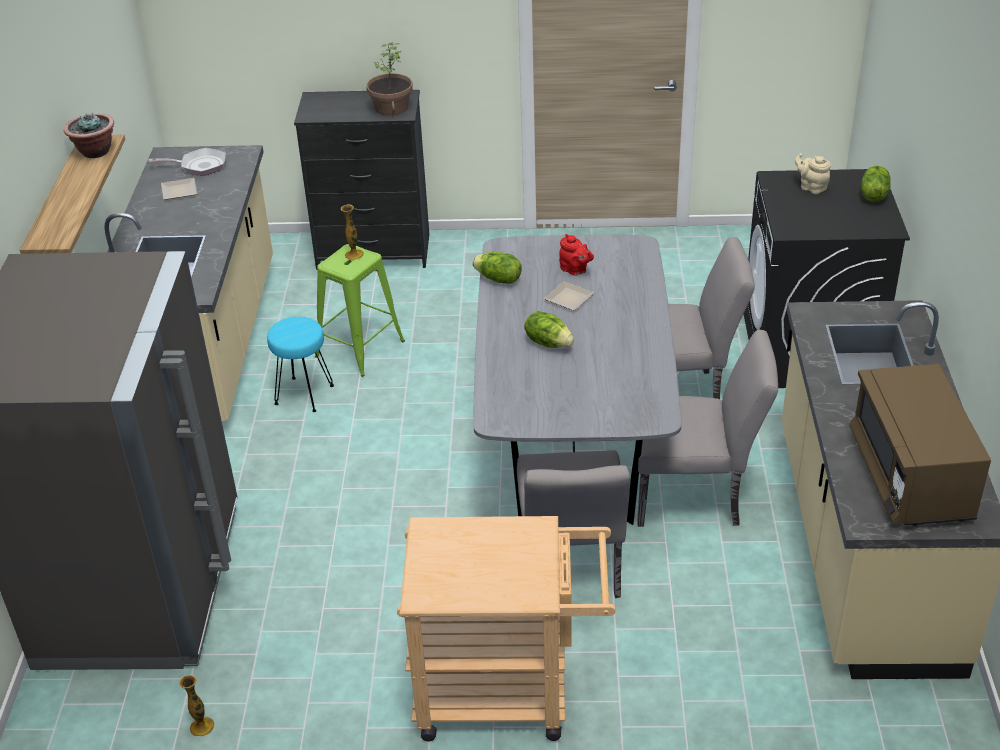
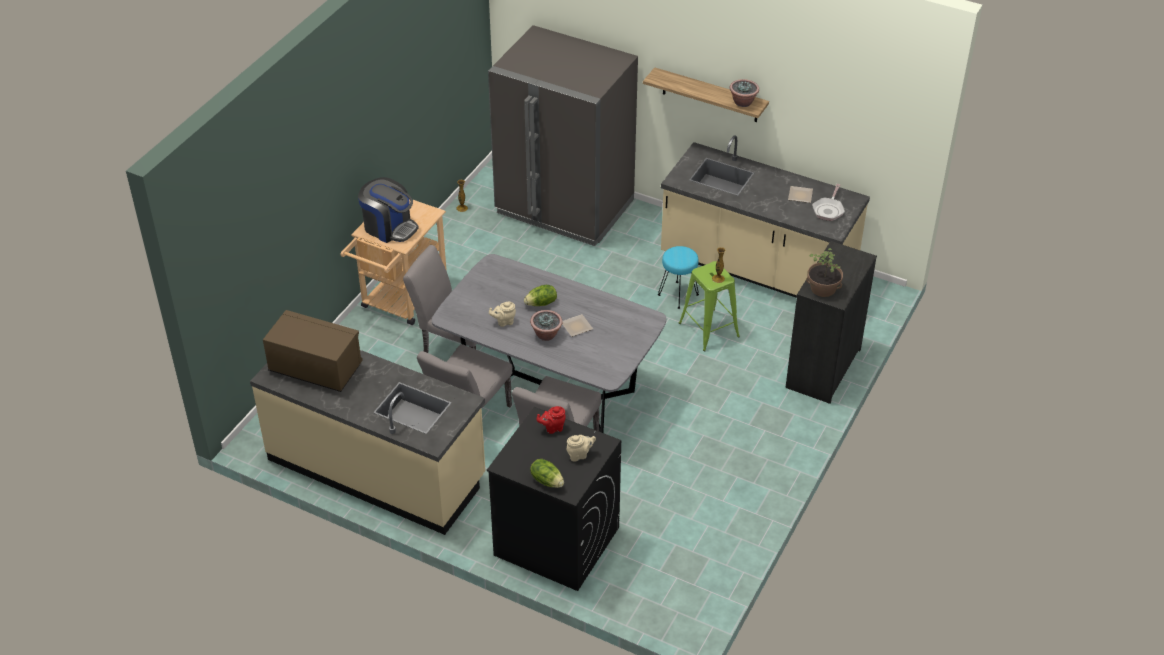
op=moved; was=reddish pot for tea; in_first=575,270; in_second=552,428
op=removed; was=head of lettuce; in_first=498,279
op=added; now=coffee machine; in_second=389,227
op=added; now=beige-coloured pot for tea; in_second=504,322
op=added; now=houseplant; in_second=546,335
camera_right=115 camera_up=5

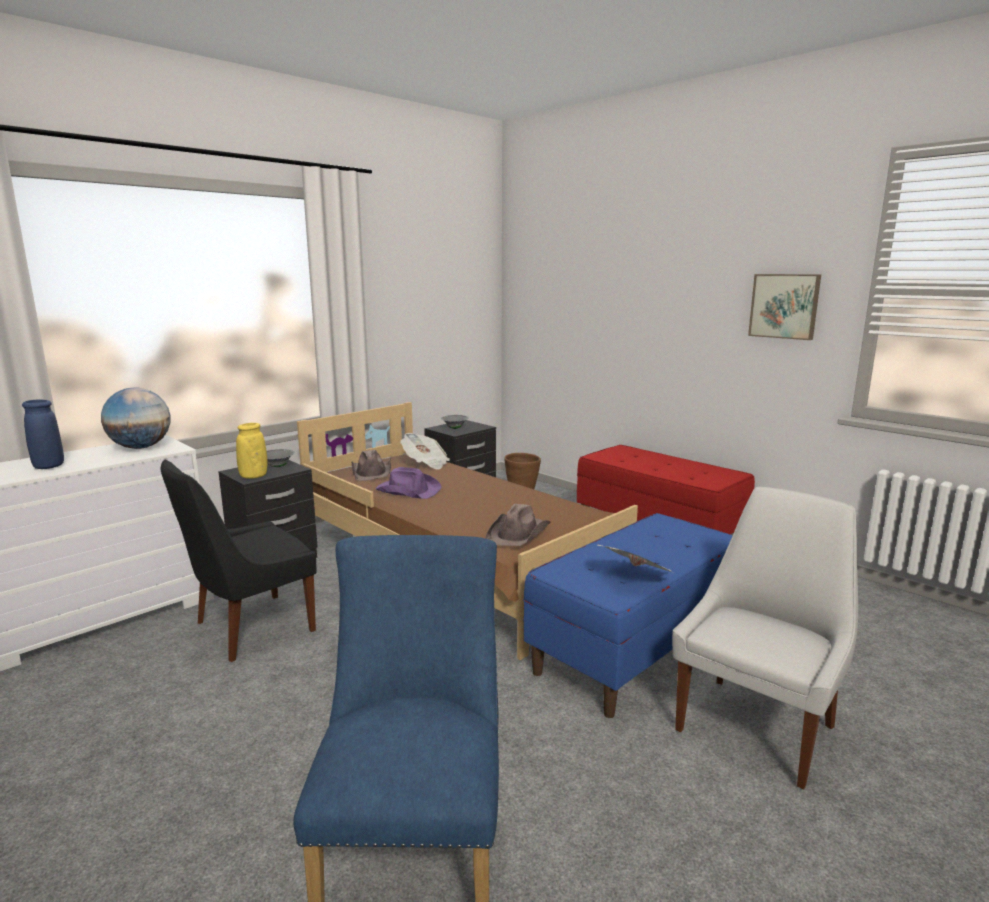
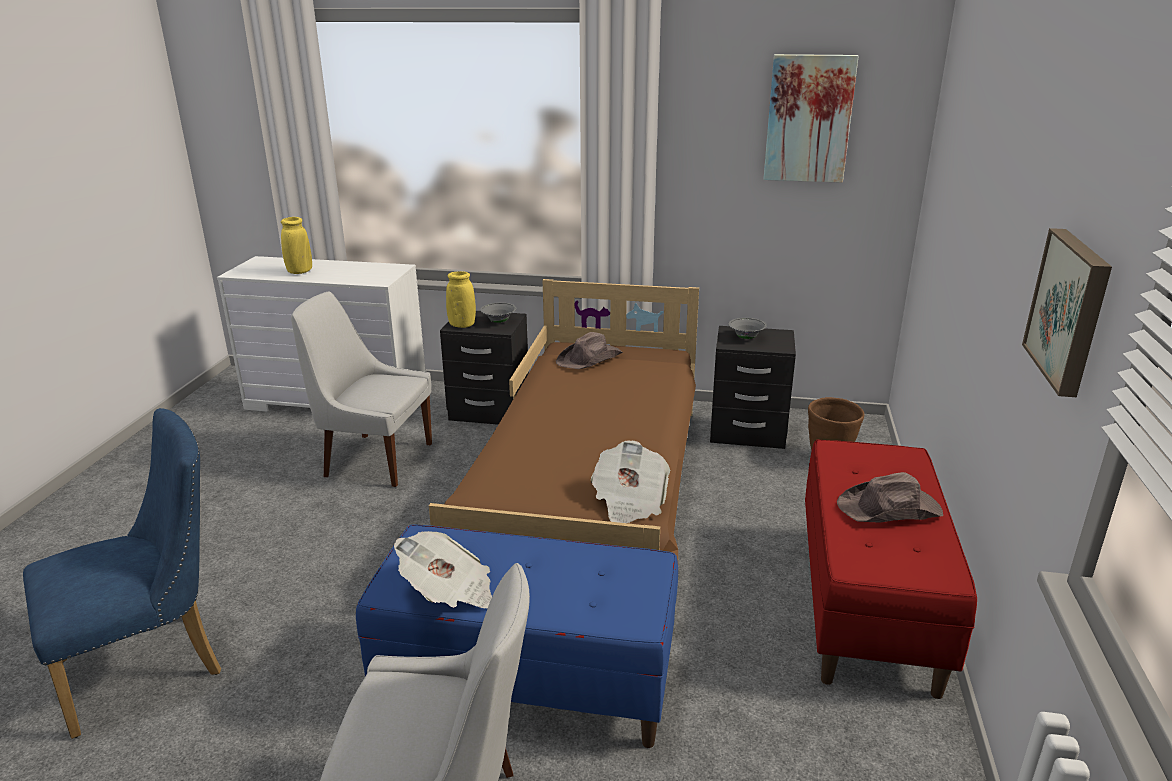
op=removed; was=world globe; in_first=141,447
op=recoloured; was=bluish vase; now=yellow-coloured vase; in_first=49,466; in_second=300,272
op=moved; was=printed paper; in_first=425,463; in_second=629,502
op=recoloured; was=black upright chair; now=white-coloured upright chair; in_first=250,628; in_second=375,459
op=removed; was=purple hat; in_first=408,490
op=moved; was=brown hat; in_first=518,533; in_second=890,509
op=added; now=picture; in_second=808,119
camera_right=55 camera_up=10

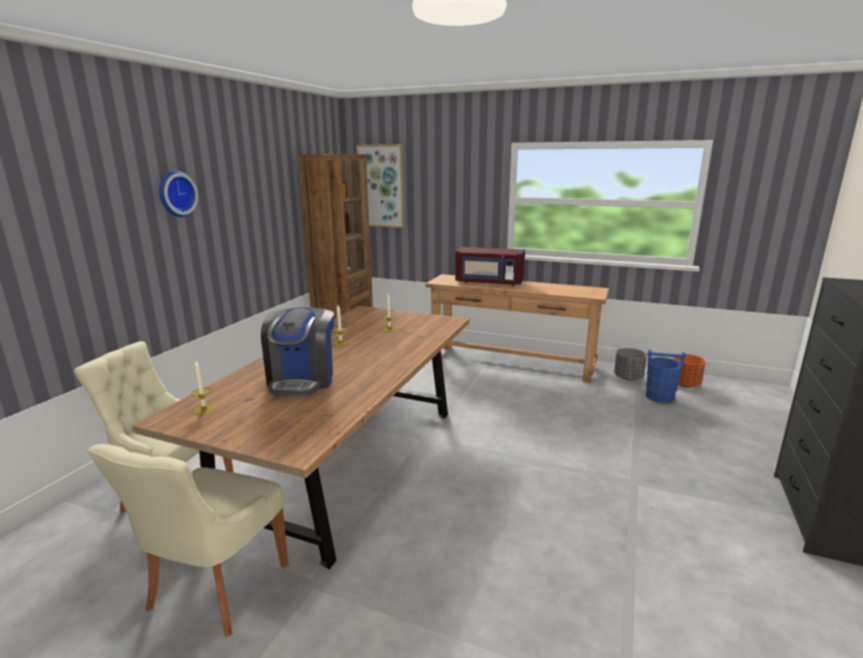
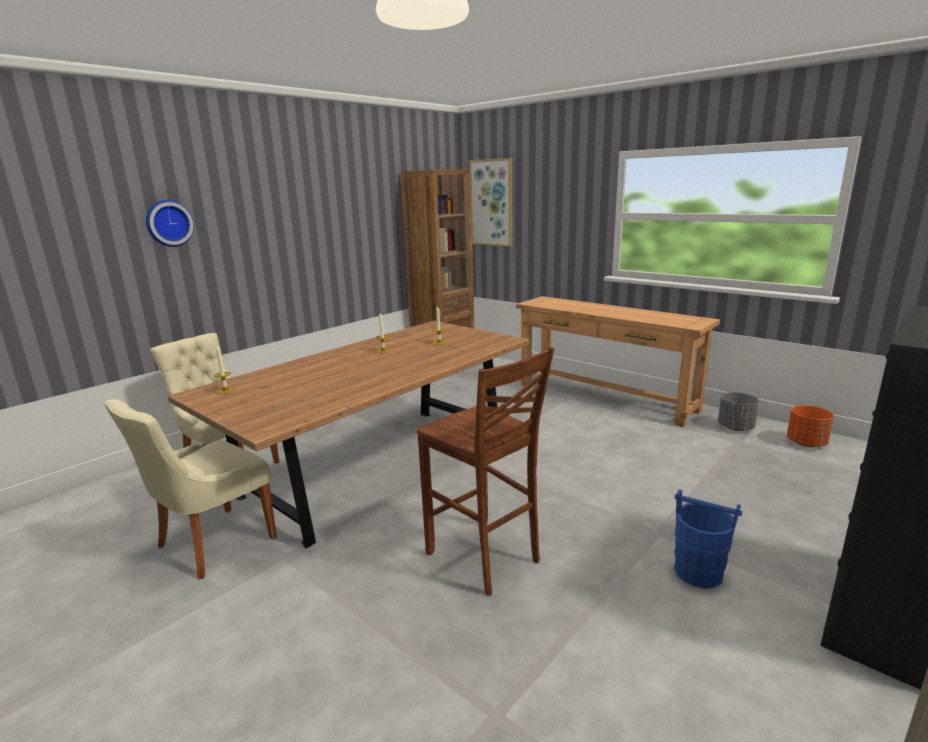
op=moved; was=clock on the wall; in_first=175,193; in_second=168,223
op=removed; was=reddish microwave; in_first=489,283
op=removed; was=coffee machine; in_first=302,380
op=moved; was=bluish pail; in_first=660,397; in_second=699,572
op=added; now=brown sitting stool; in_second=485,558
camera_right=20 camera_up=0

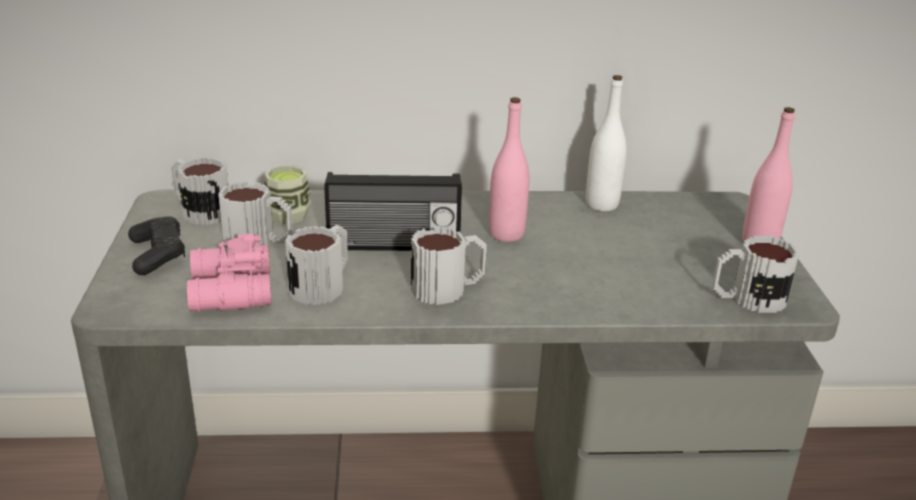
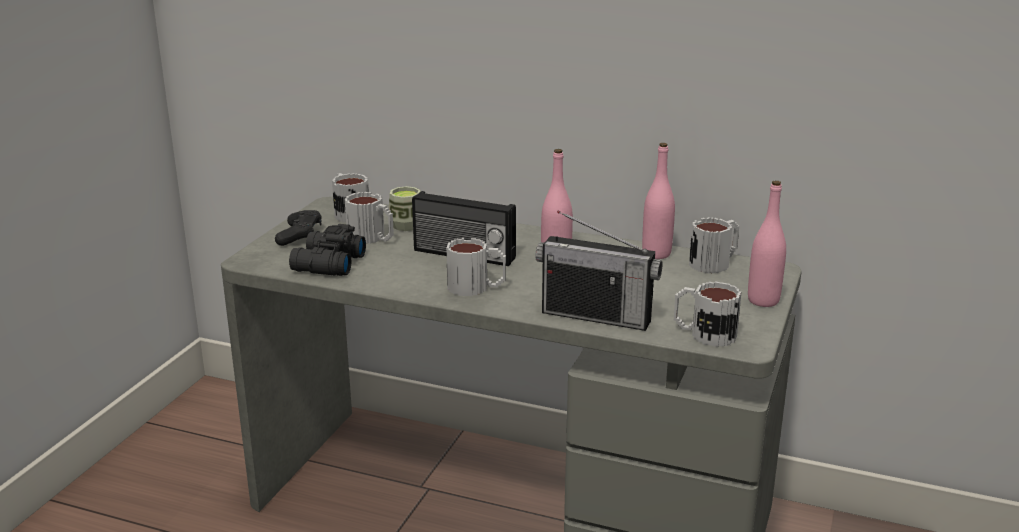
op=recoloured; was=white-coloured drink bottle; now=pink drink bottle; in_first=601,204; in_second=656,254
op=moved; was=coffee mug; in_first=323,285; in_second=715,263
op=recoloured; was=pink binoculars; now=black binoculars; in_first=229,292; in_second=326,264
op=added; now=radio; in_second=596,316
camera_right=25 camera_up=-5

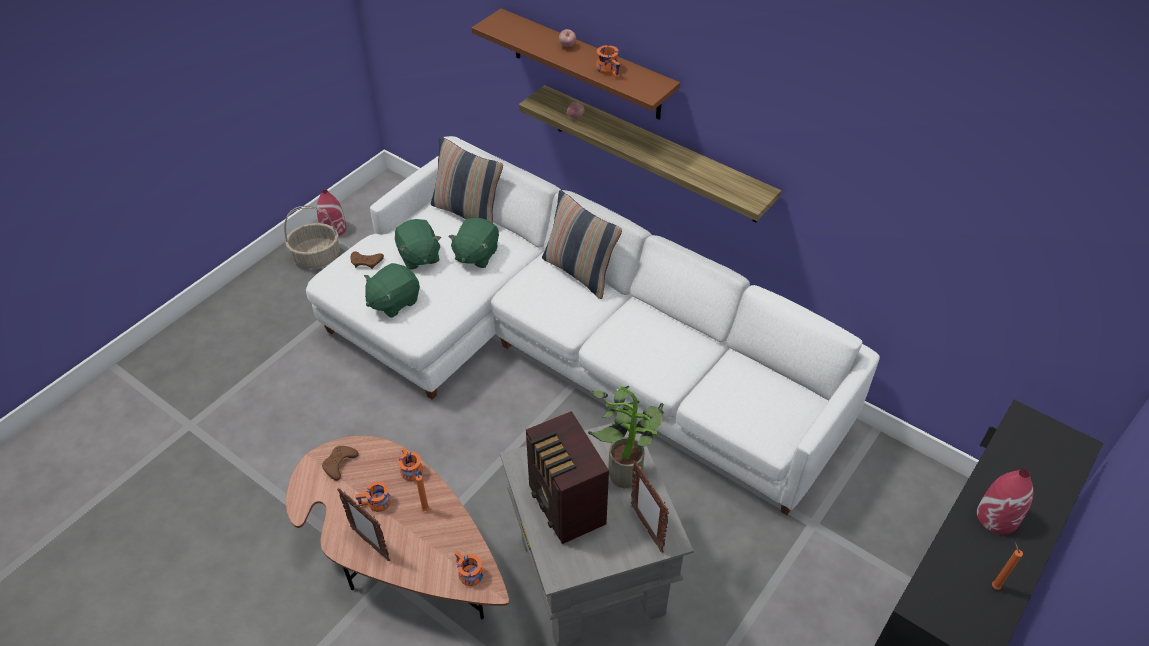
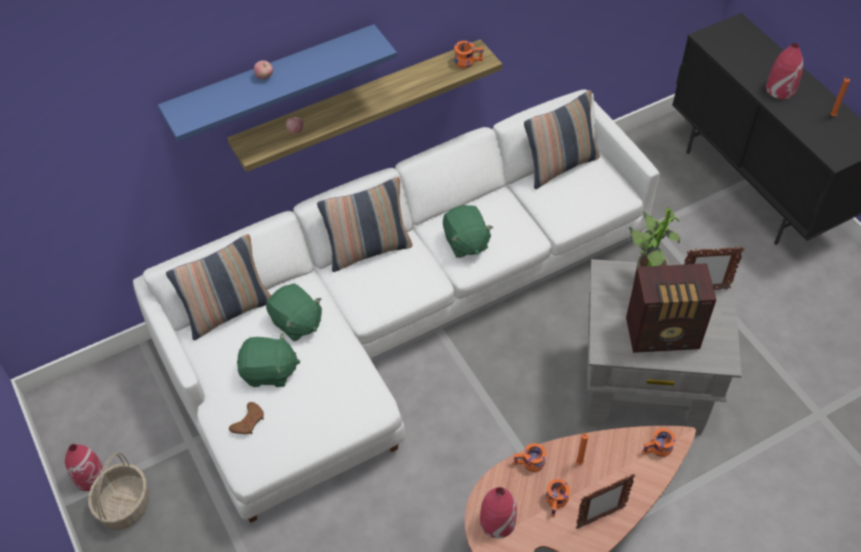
op=recoloured; was=brown shelf; now=bluish shelf; in_first=586,65; in_second=272,82
op=moved; was=orange coffee mug; in_first=610,70; in_second=467,60
op=moved; was=green cuddly toy; in_first=393,301; in_second=465,242
op=replaced; was=brown gamepad; now=reddish vase; in_first=339,464; in_second=497,521
op=added; now=pillow; in_second=560,166
camera_right=-65 camera_up=5

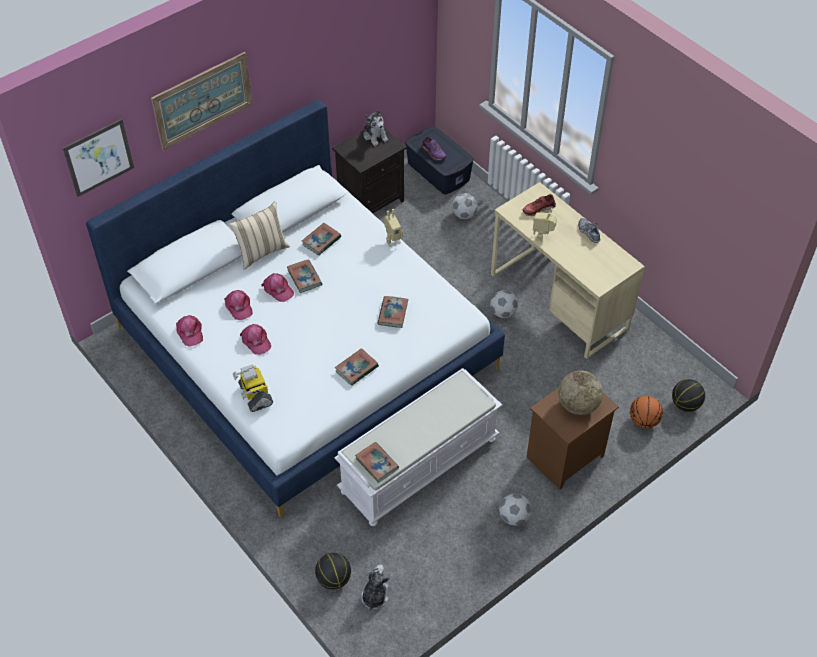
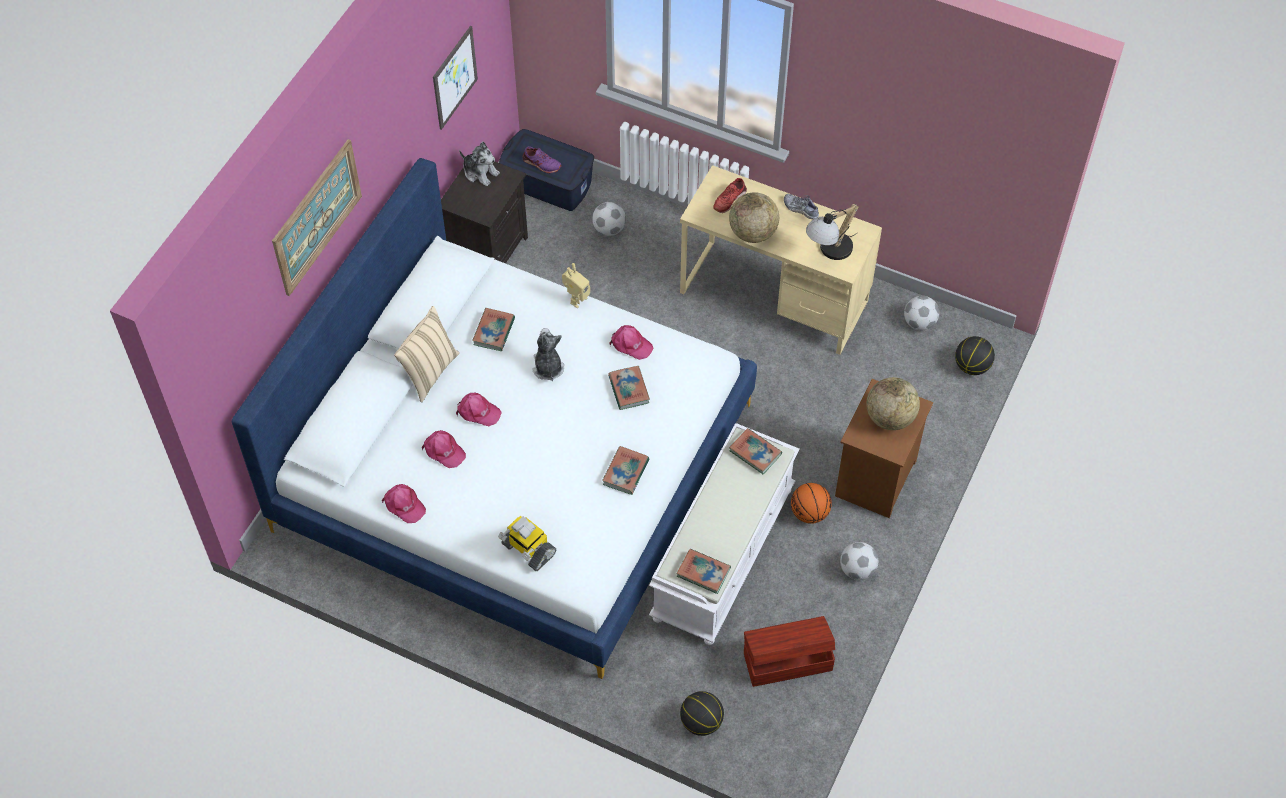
op=moved; was=picture; in_first=99,157; in_second=454,77
op=replaced; was=robot figure; now=world globe; in_first=543,237; in_second=753,233
op=moved; was=book; in_first=304,277; in_second=755,453
op=moved; was=football; in_first=503,313; in_second=919,323
op=moved; was=pink peaked cap; in_first=256,341; in_second=631,344
op=moved; was=ball for basketball; in_first=643,421; in_second=809,513
op=moved; was=cuddly toy; in_first=374,596; in_second=548,367
op=added; now=lamp for a table; in_second=829,252
op=added; now=brown storage bin; in_second=786,660
camera_right=-25 camera_up=5

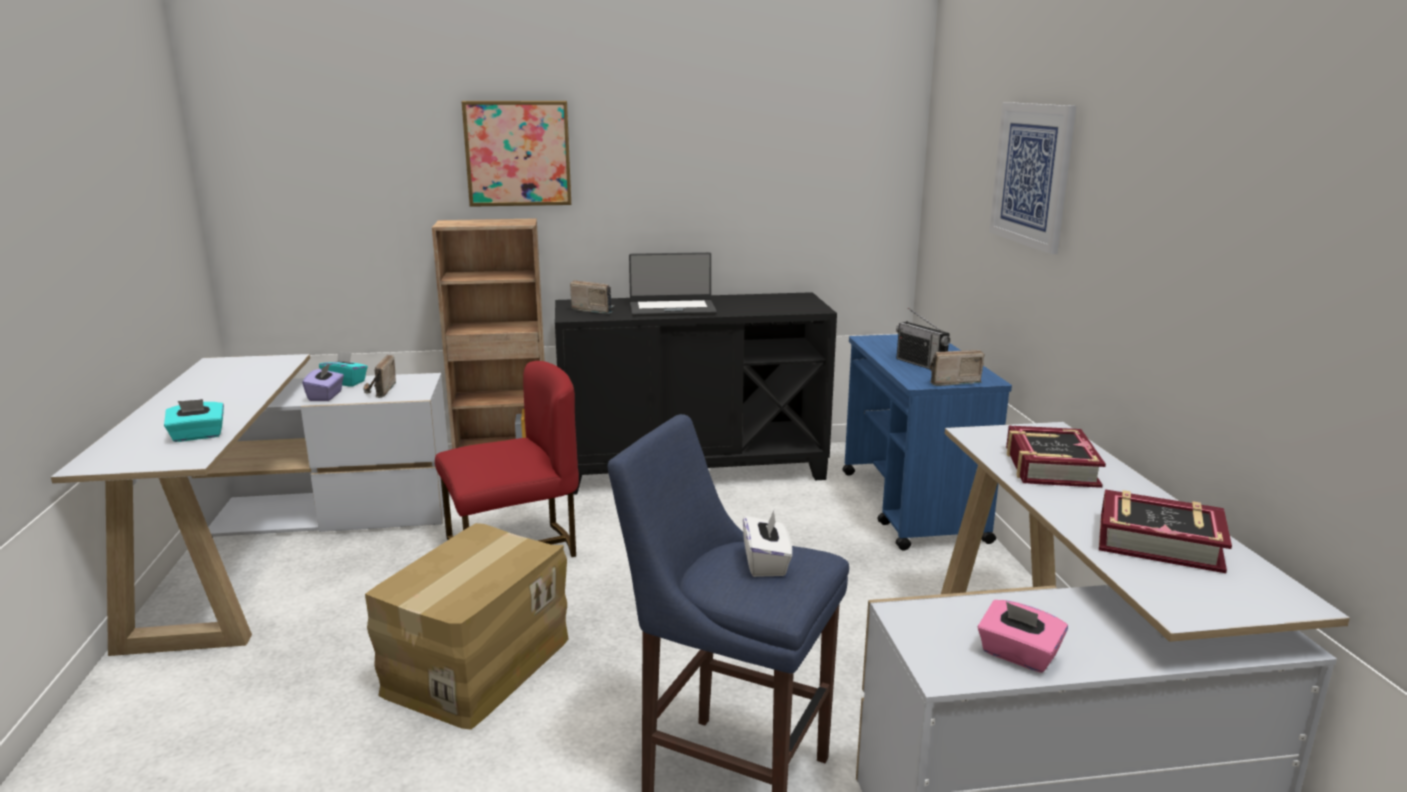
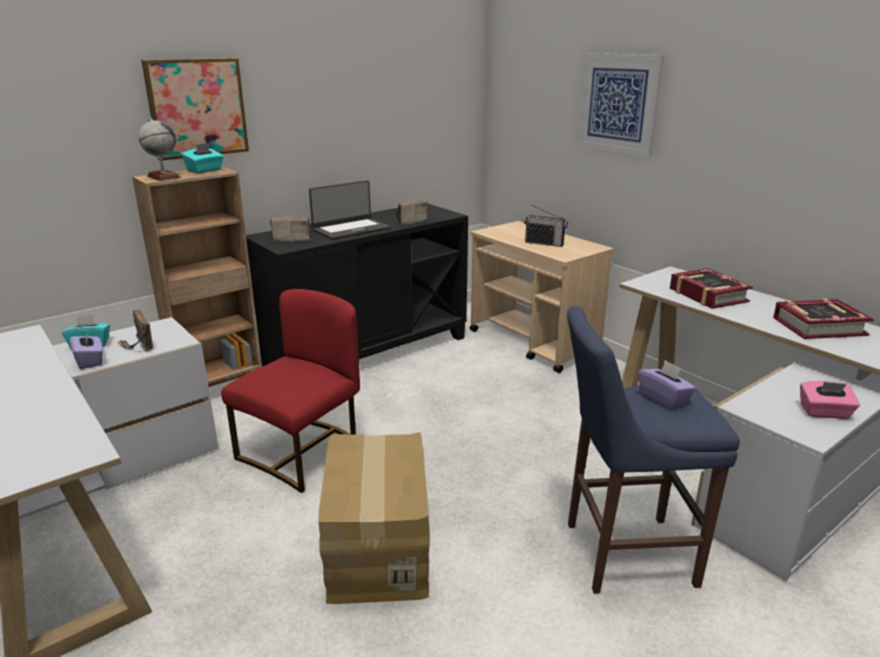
op=recoloured; was=bluish trolley; now=beige-coloured trolley; in_first=912,506; in_second=534,343
op=moved; was=radio; in_first=951,382; in_second=408,222
op=moved; was=turquoise-coloured box of tissues; in_first=198,436; in_second=205,170
op=recoloured; was=white-coloured box of tissues; now=purple box of tissues; in_first=766,563; in_second=664,399
op=added; now=world globe; in_second=163,177
camera_right=-30 camera_up=5

